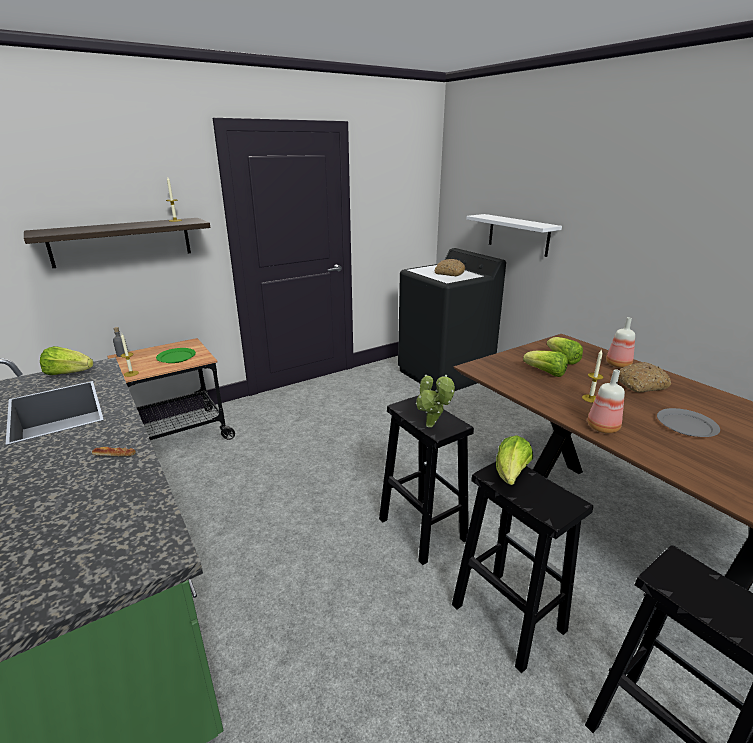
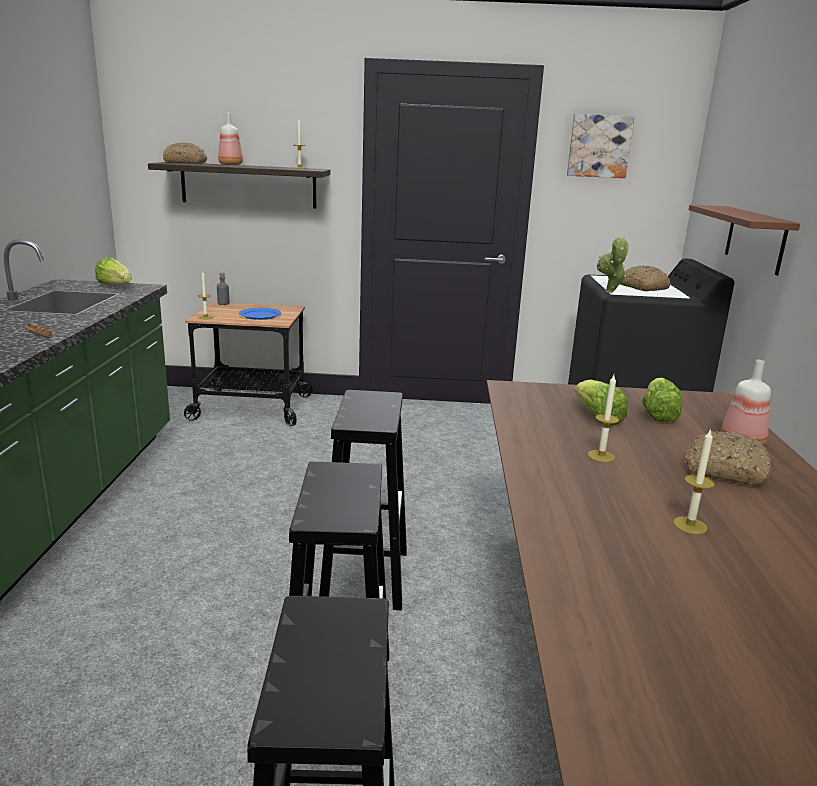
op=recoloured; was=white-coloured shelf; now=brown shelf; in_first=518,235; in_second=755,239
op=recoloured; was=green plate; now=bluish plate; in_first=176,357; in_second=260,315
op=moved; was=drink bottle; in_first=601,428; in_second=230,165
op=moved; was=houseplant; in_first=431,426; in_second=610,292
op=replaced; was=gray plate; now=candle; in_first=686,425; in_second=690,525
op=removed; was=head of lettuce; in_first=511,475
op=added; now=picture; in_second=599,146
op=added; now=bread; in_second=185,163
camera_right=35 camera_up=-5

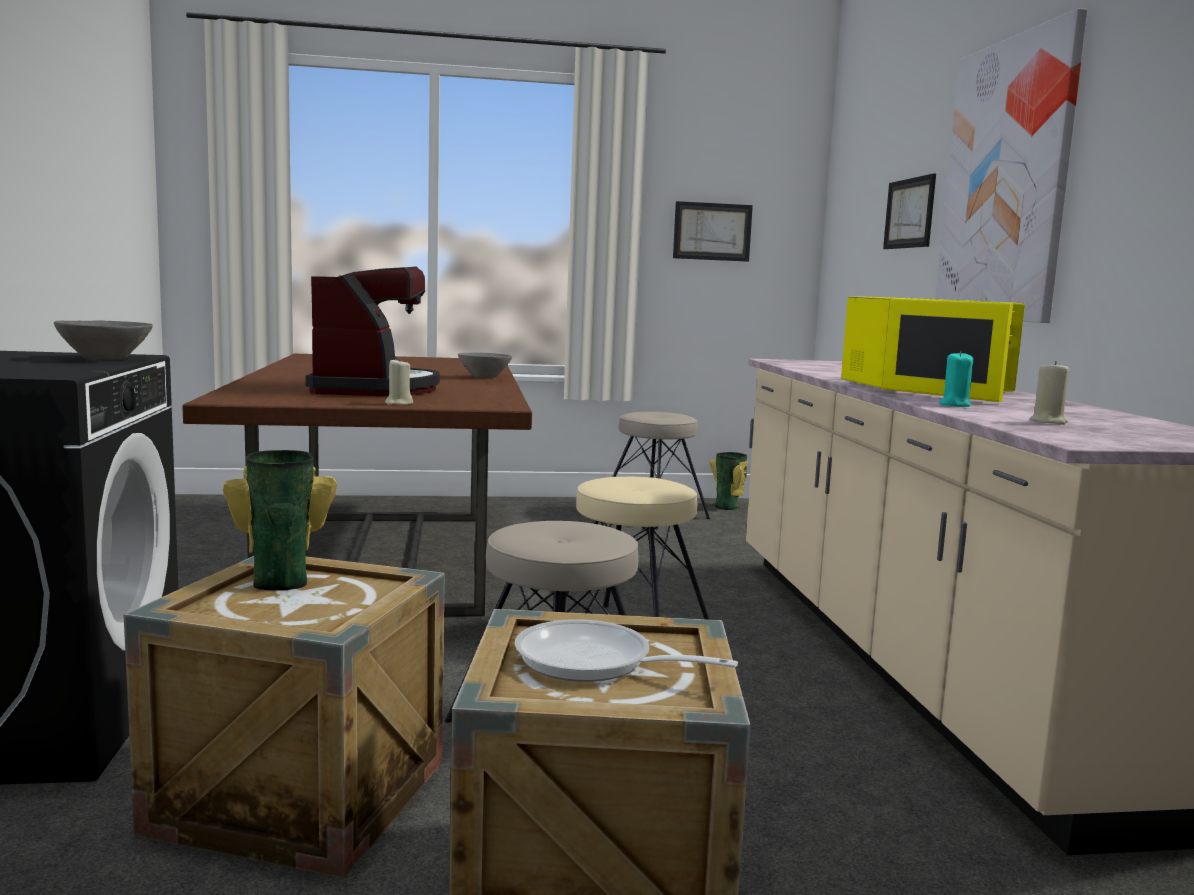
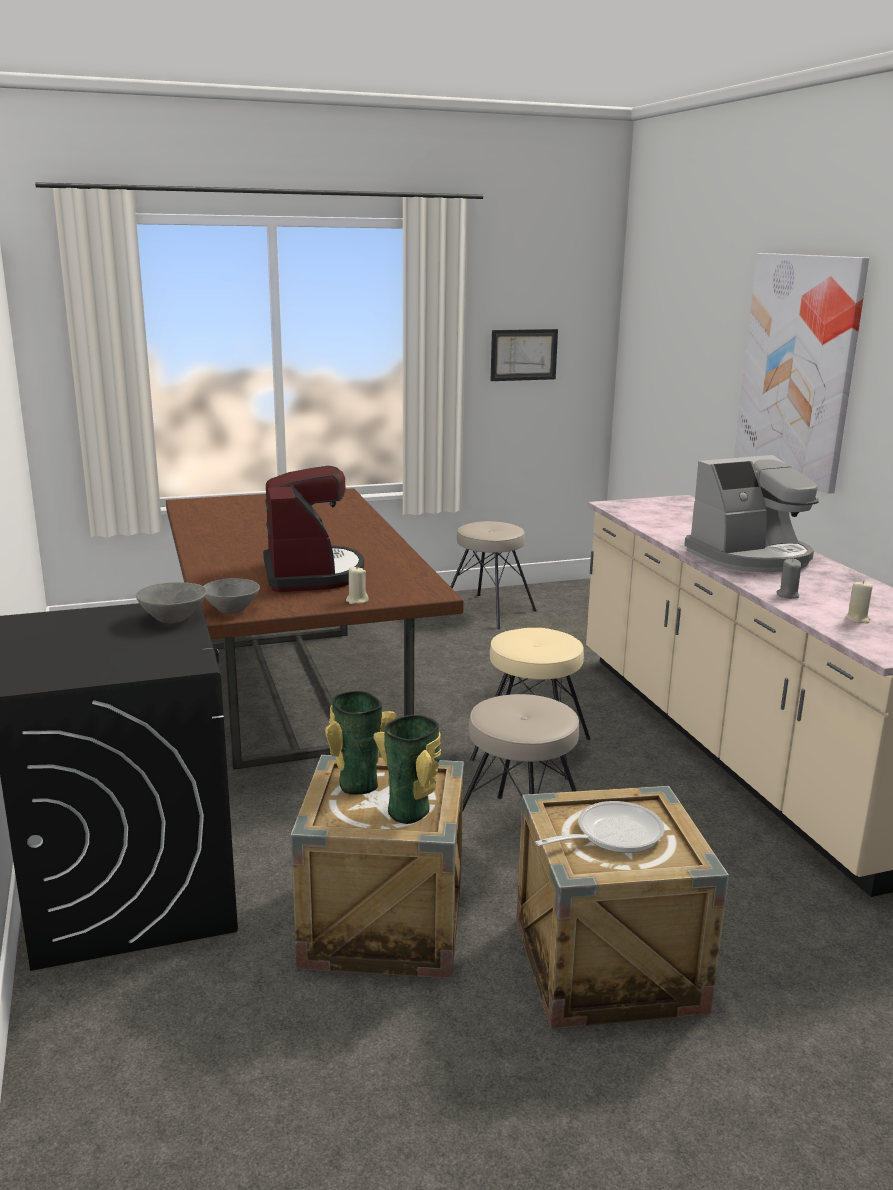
op=removed; was=picture; in_first=909,213
op=replaced; was=yellow-coloured microwave; now=coffee machine; in_first=925,387; in_second=751,557
op=recoloured; was=turquoise-coloured candle; now=gray candle; in_first=954,405; in_second=787,595
op=moved; was=gray bowl; in_first=485,377; in_second=232,610
op=moved; was=vase; in_first=728,507; in_second=411,810
op=turned; was=frying pan; in_first=594,663; in_second=612,835; clockwise=135
camera_right=-10 camera_up=10

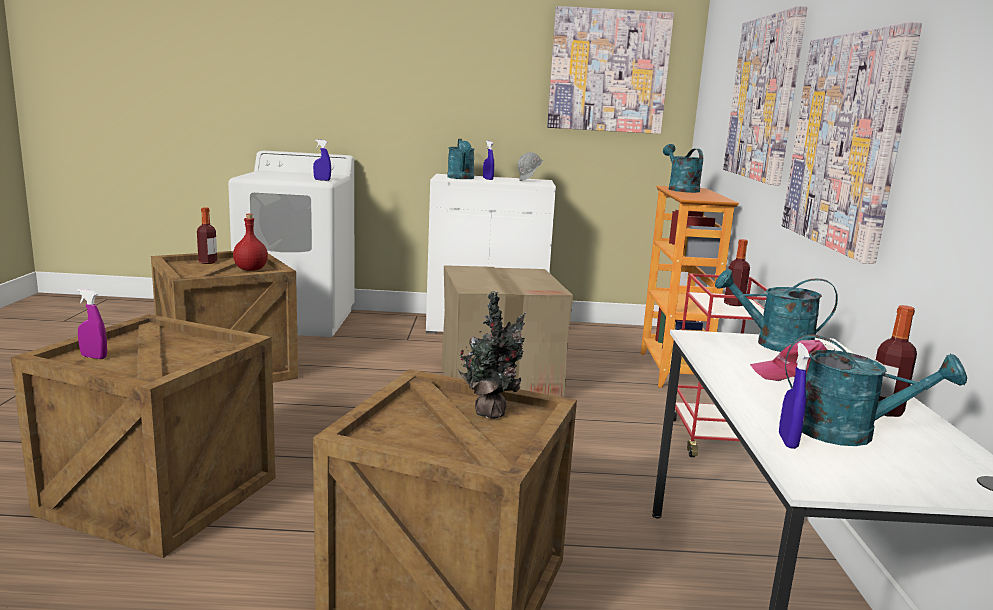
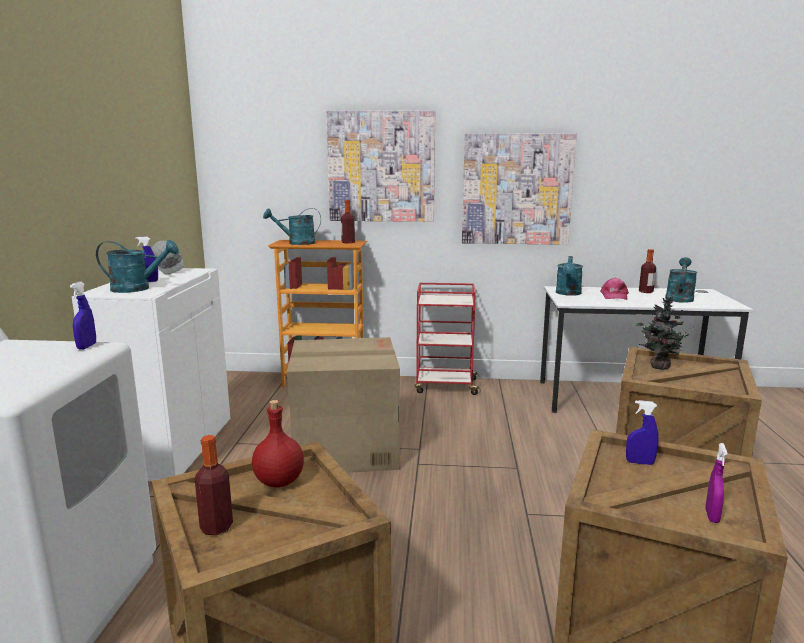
op=removed; was=picture; in_first=608,71
op=moved; was=drink bottle; in_first=734,304; in_second=348,242
op=moved; was=bluish spray bottle; in_first=787,441; in_second=639,463
camera_right=-85 camera_up=0

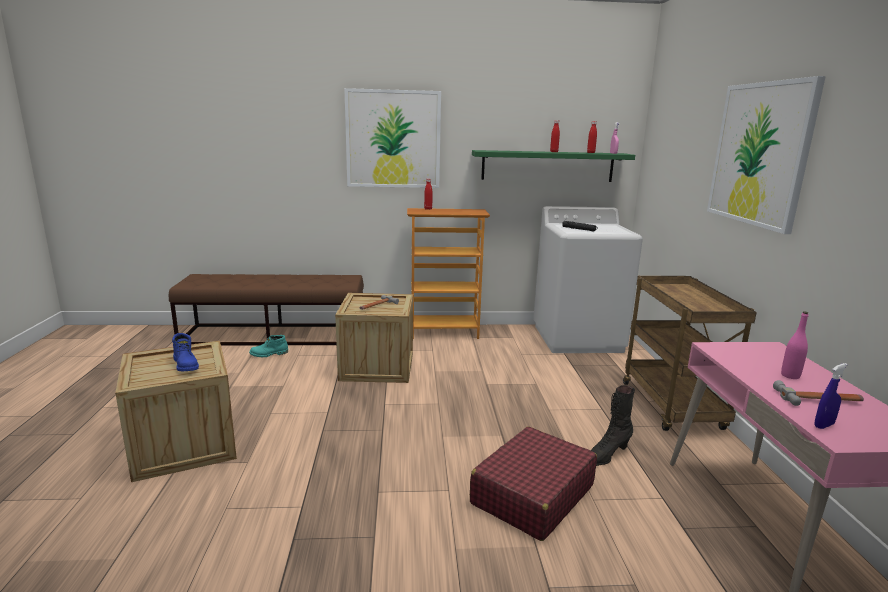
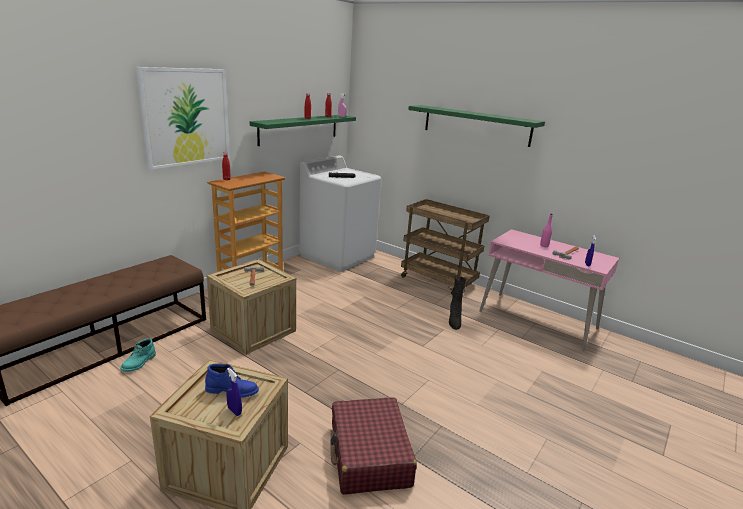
op=replaced; was=picture; now=green shelf; in_first=760,154; in_second=476,125
op=moved; was=reddish suitcase; in_first=532,495; in_second=369,455
op=added; now=bluish spray bottle; in_second=234,411
camera_right=-50 camera_up=5

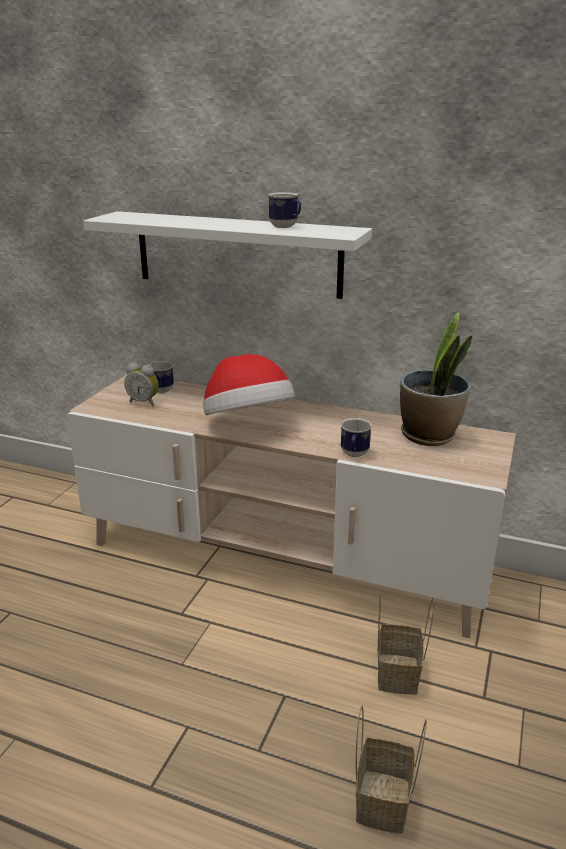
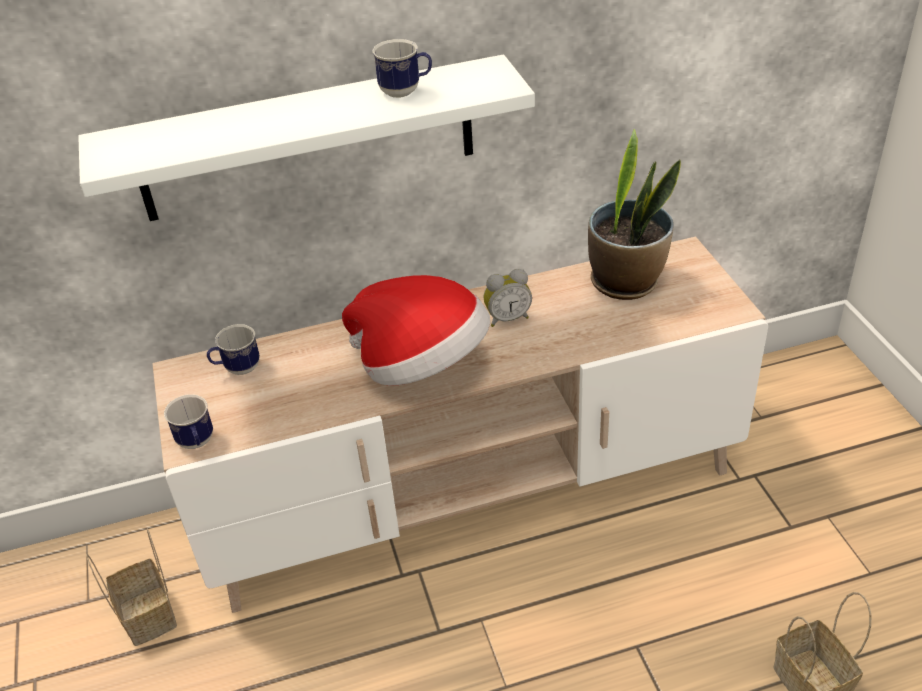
op=moved; was=table clock; in_first=144,402; in_second=507,318
op=moved; was=coffee mug; in_first=354,455; in_second=197,444
op=moved; was=household basket; in_first=399,675; in_second=150,616
camera_right=-35 camera_up=15

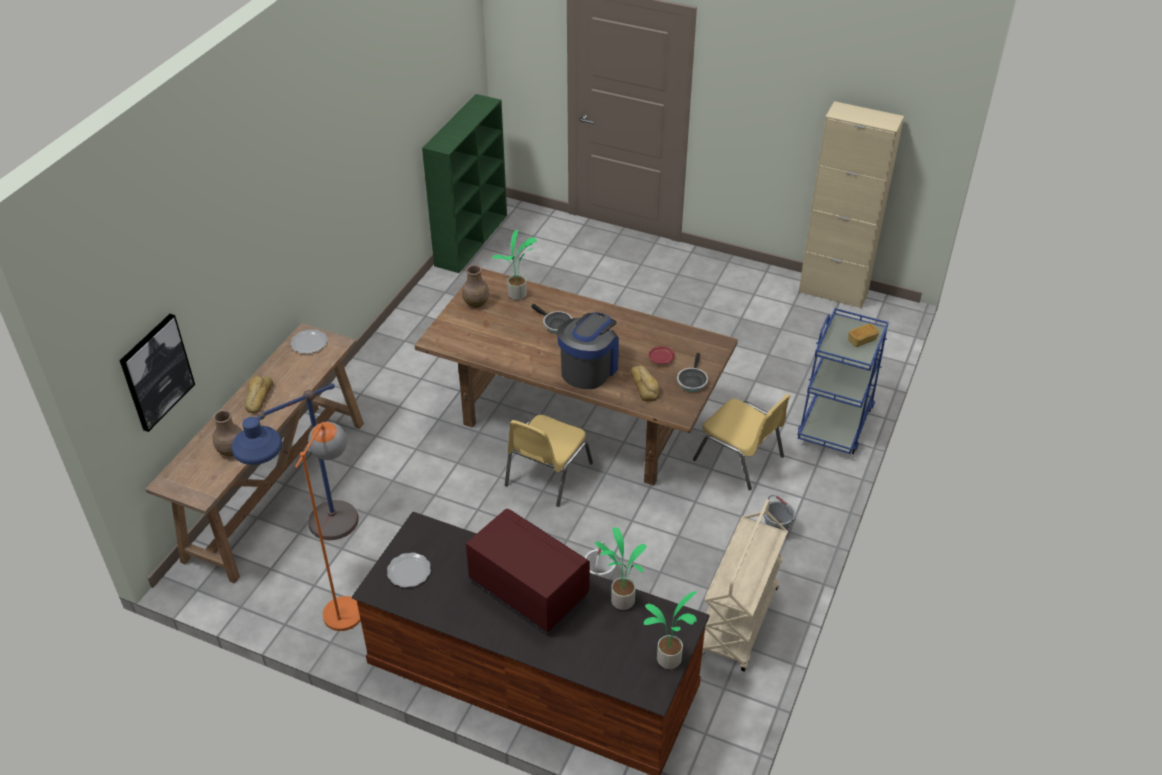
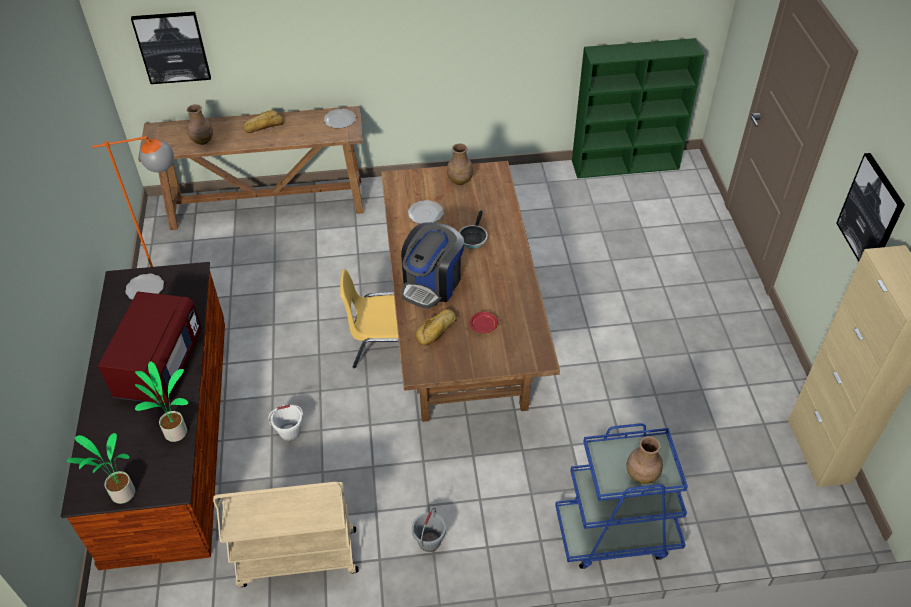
op=removed; was=houseplant; in_first=518,295
op=turned; was=coffee machine; in_first=589,368; in_second=432,284; clockwise=120
op=replaced; was=bread; now=brown vase; in_first=862,340; in_second=641,474
op=removed; was=frying pan; in_first=692,381
op=removed; was=bluish floor lamp; in_first=317,547
op=removed; was=yellow-coloured upright chair; in_first=740,458
op=added; now=picture; in_second=871,214
op=added; now=plate; in_second=425,213
camera_right=60 camera_up=5

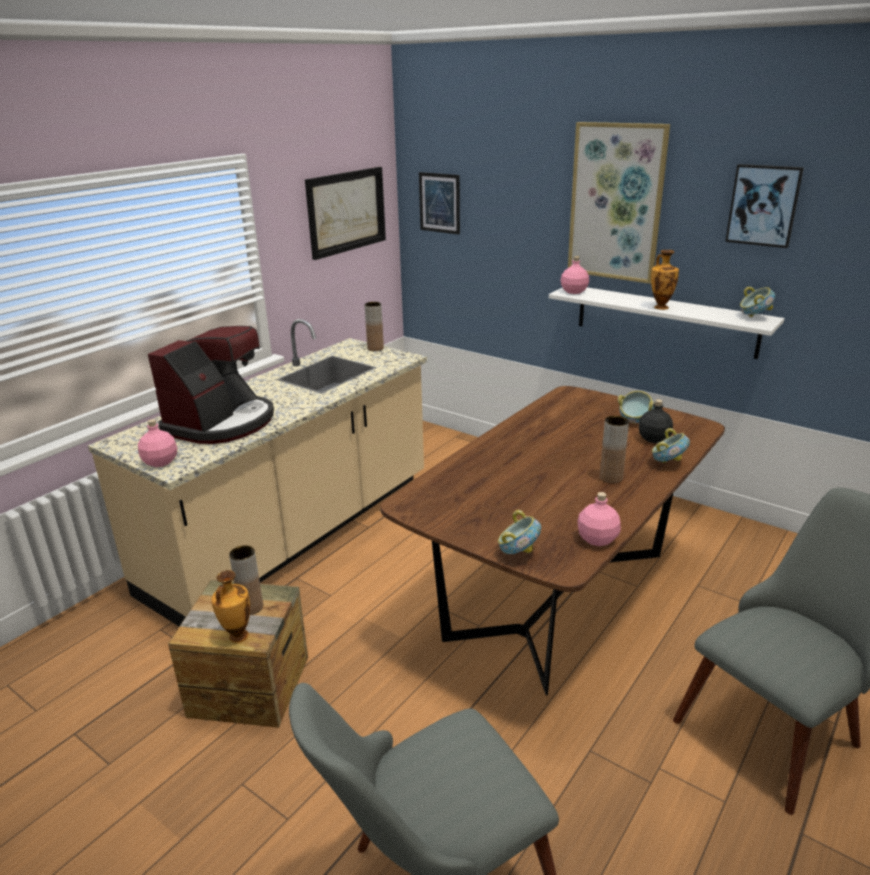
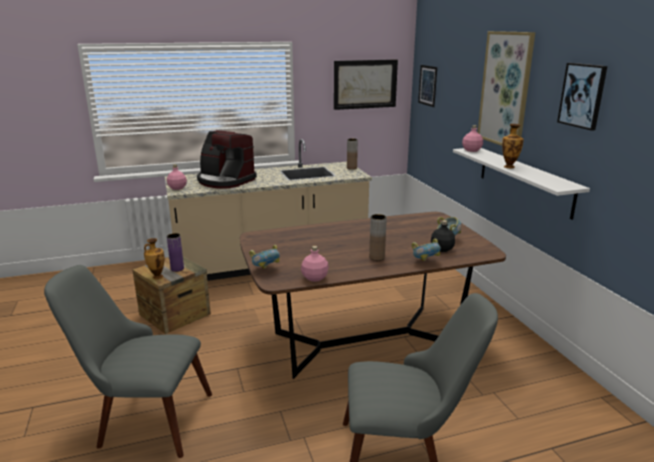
op=removed; was=bowl; in_first=754,317
op=turned; was=coffee machine; in_first=222,423; in_second=225,181; clockwise=60
op=recoloured; was=brown vase; now=purple vase; in_first=251,607; in_second=177,269
camera_right=35 camera_up=-5

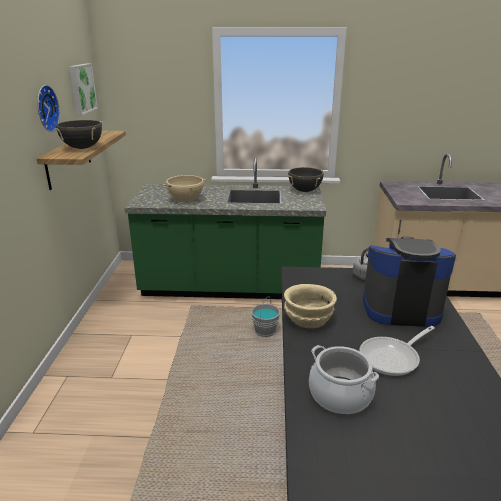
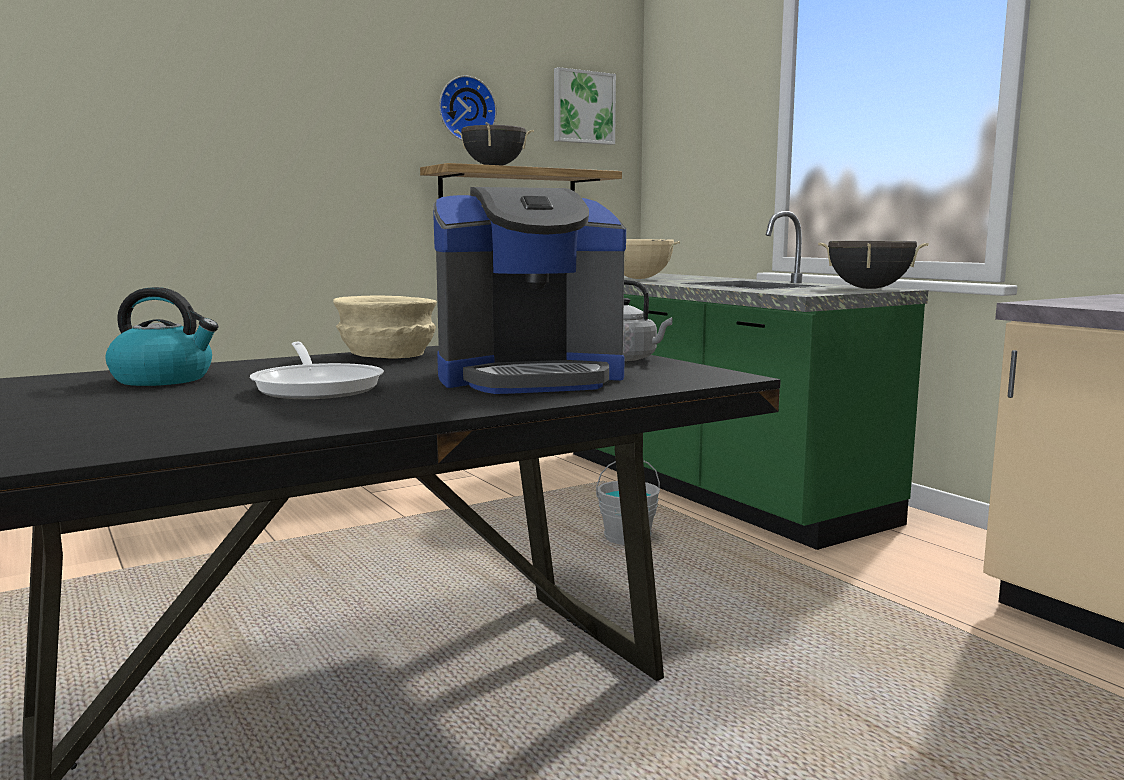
op=turned; was=coffee machine; in_first=400,308; in_second=529,378; clockwise=105
op=turned; was=frying pan; in_first=393,358; in_second=318,387; clockwise=-135
op=replaced; was=saucepot; now=water kettle; in_first=340,395; in_second=164,379
camera_right=55 camera_up=-15

